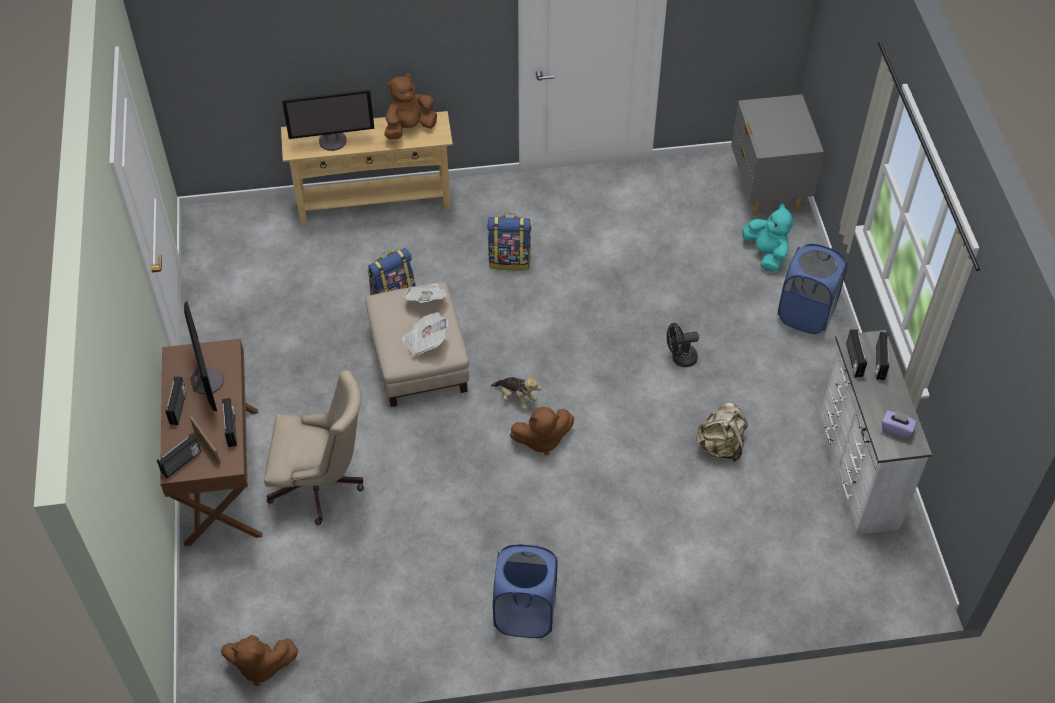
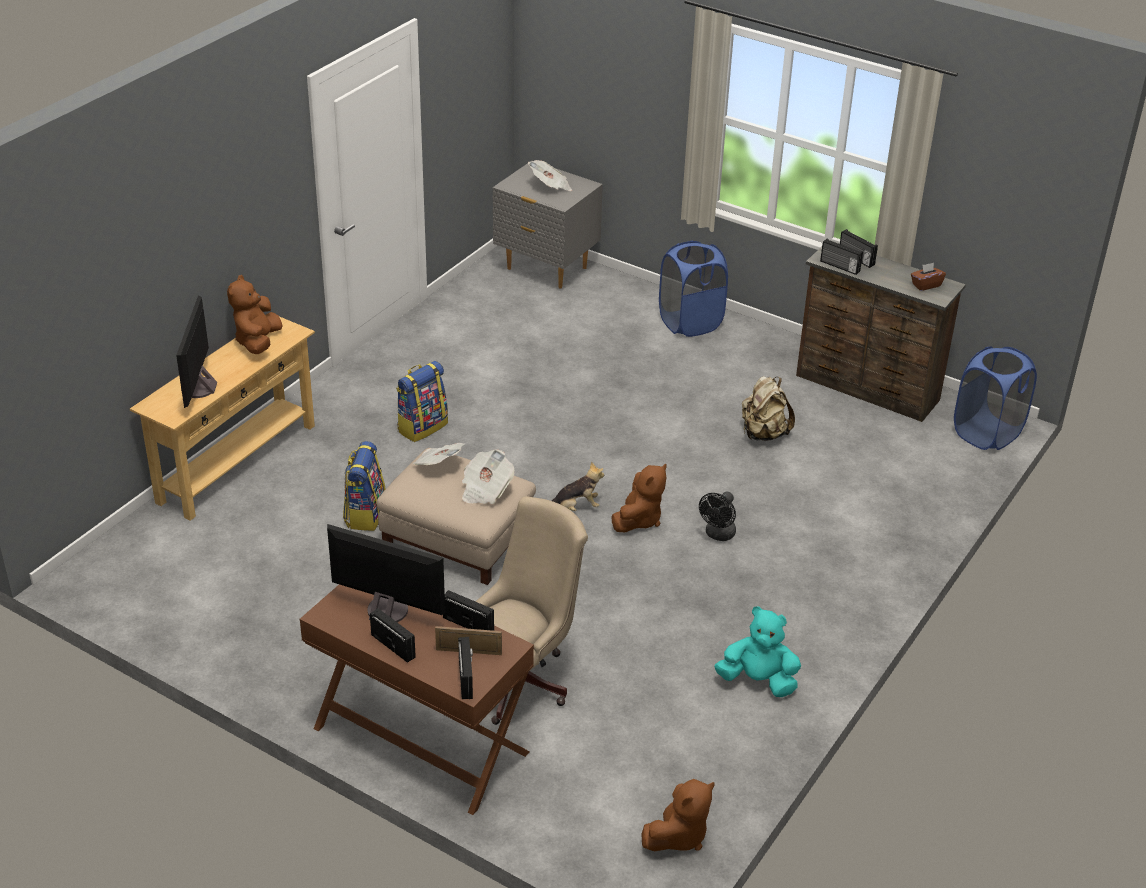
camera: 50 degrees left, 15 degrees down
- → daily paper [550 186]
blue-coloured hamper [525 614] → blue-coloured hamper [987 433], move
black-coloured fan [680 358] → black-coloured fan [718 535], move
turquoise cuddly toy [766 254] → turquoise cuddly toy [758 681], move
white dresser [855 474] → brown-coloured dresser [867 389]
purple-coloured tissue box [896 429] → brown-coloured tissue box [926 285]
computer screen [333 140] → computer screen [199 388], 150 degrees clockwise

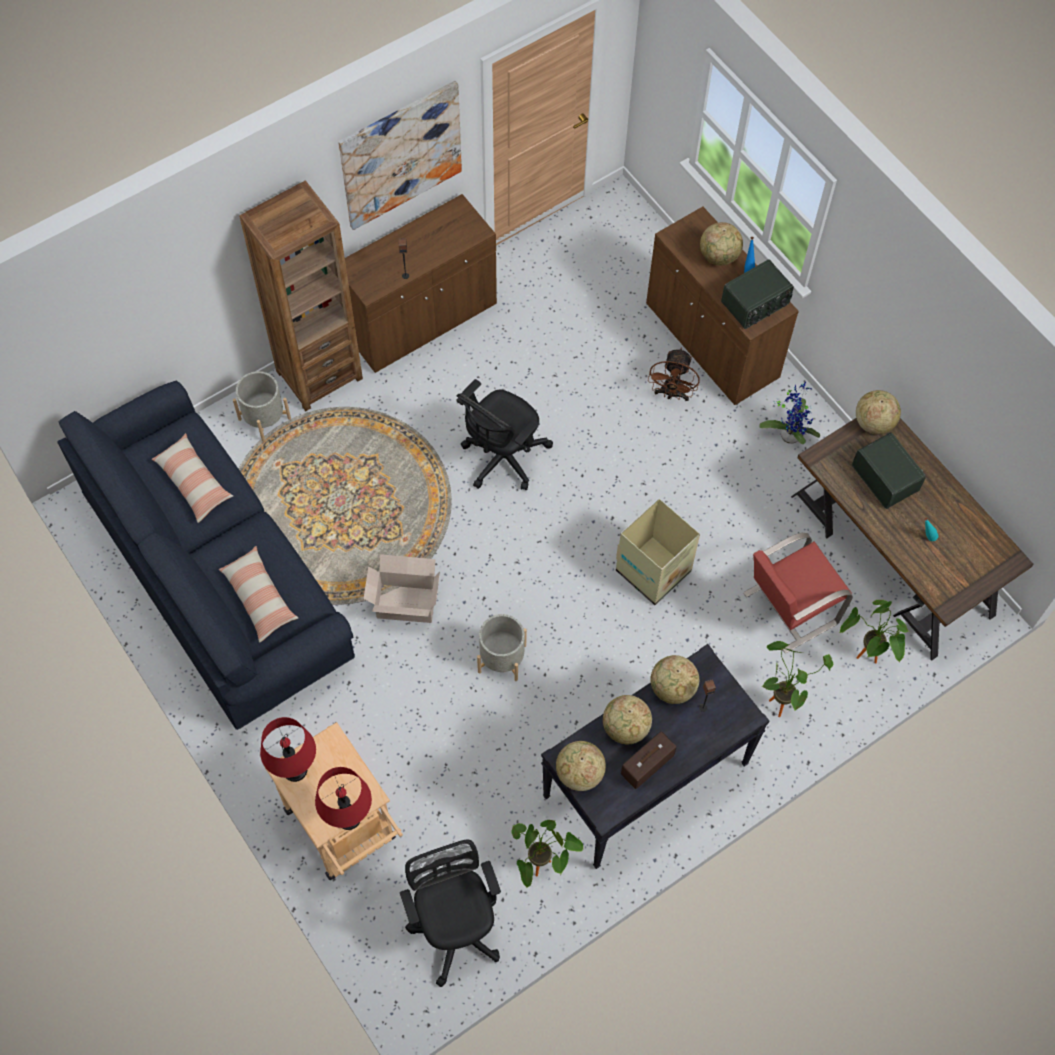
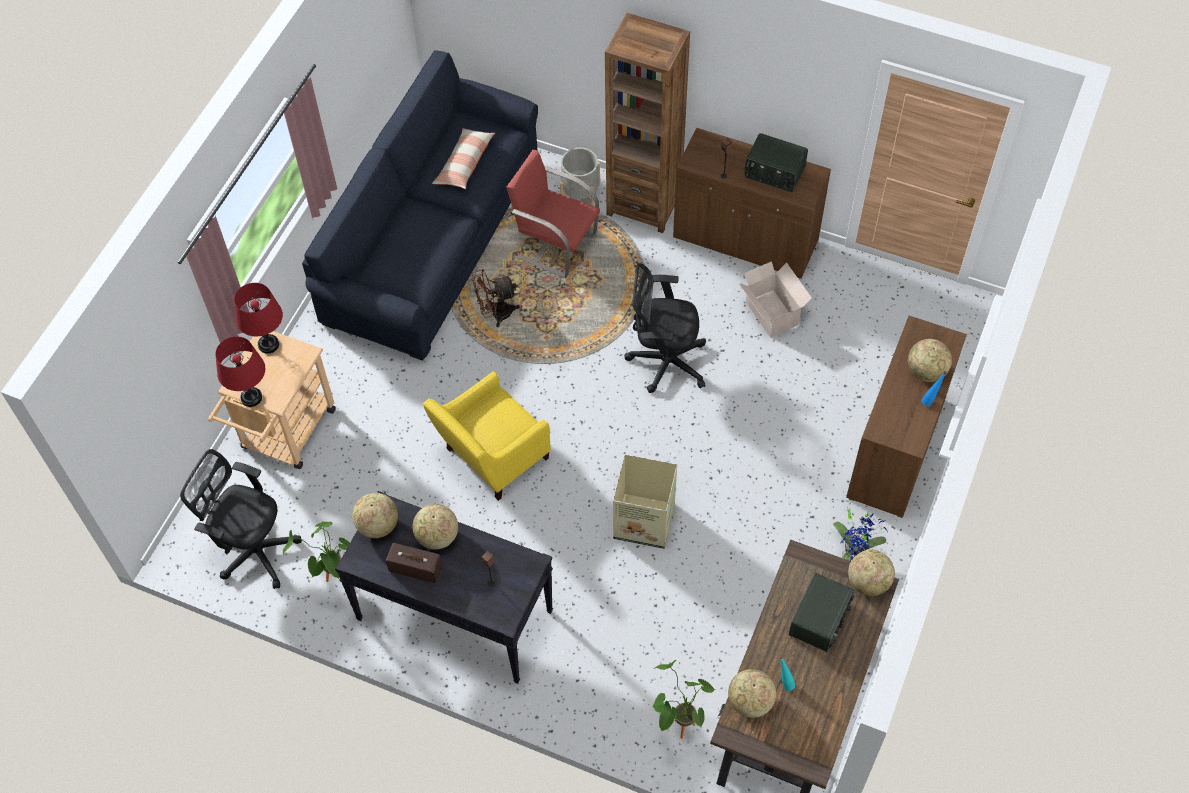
camera: 60 degrees right, 5 degrees down
pillow [259 598] → -
wall art [401 155] → -
plant in a pot [780 701] → -
packing box [404 603] → packing box [771 312], move
brown-coloured fan [671 394] → brown-coloured fan [496 314], move
world globe [672 688] → world globe [750 701], move
radio set [755 304] → radio set [774 173], move
red plain chair [788 608] → red plain chair [556 244], move
grey plant pot [502 658] → yellow-coloured easy chair [491 457]
black-coloured computer chair [455 926] → black-coloured computer chair [253 549], 105 degrees counterclockwise

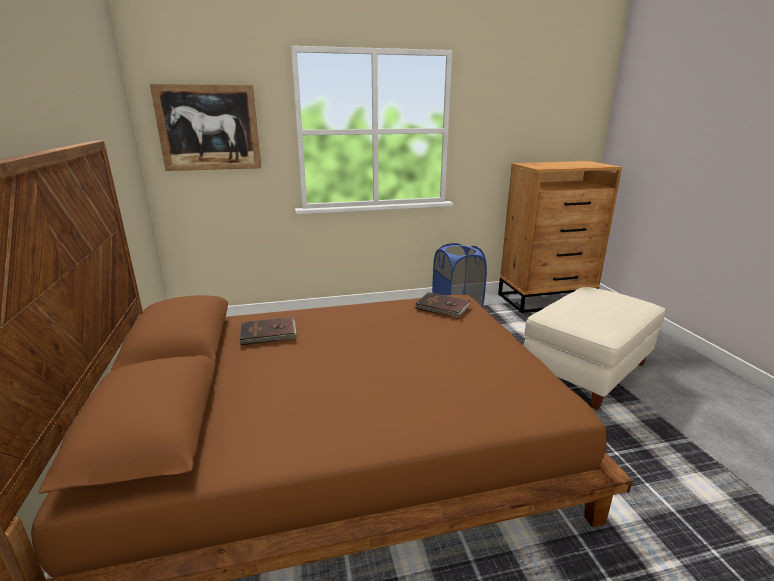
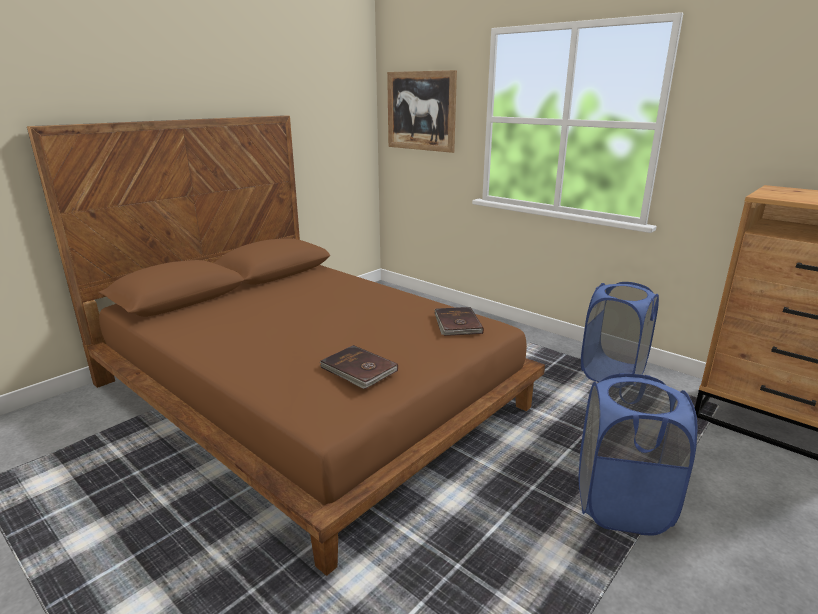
camera: 55 degrees right, 0 degrees up
brown-coloured volume [268 334] → brown-coloured volume [358 370], move
sand-coloured pouffe [585 370] → blue-coloured hamper [621 505]

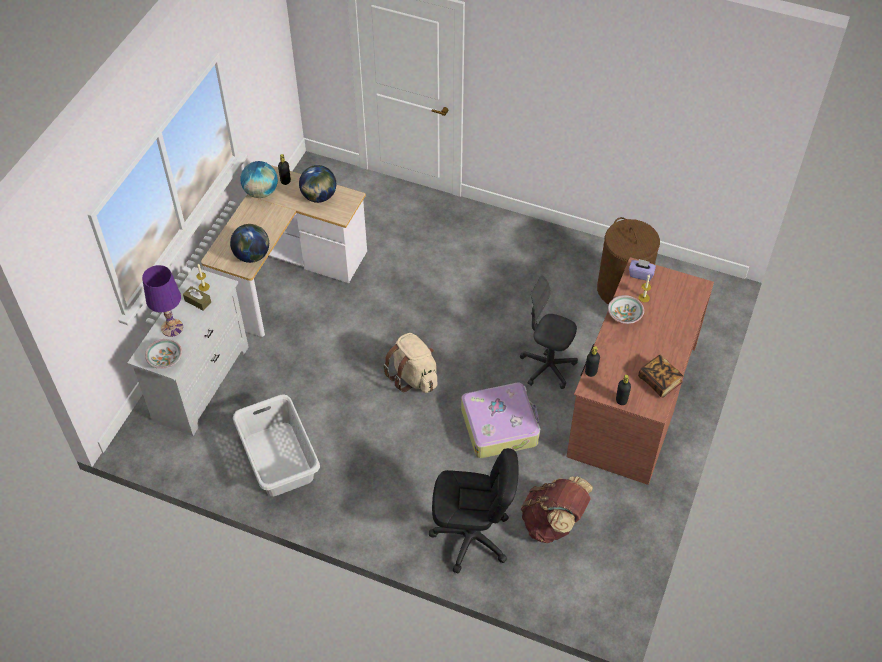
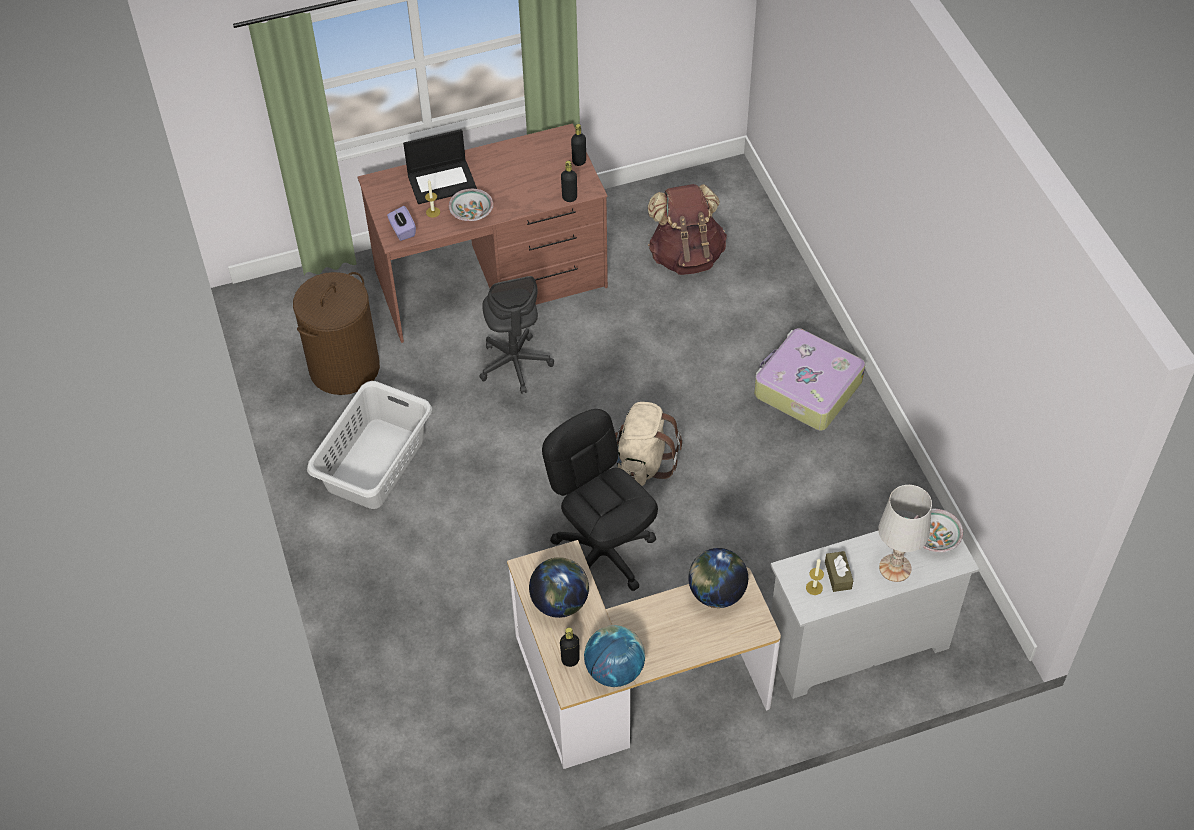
camera: 130 degrees left, 0 degrees up
volume [659 381] → -
- → portable computer [442 181]
grey hamper [279 458] → grey hamper [374 464], move
black-coloured computer chair [471 537] → black-coloured computer chair [603 553], move
piece of luggage [500 426] → piece of luggage [806 388], move
purple-coloured lamp for a table [172 328] → white lamp for a table [895 568]

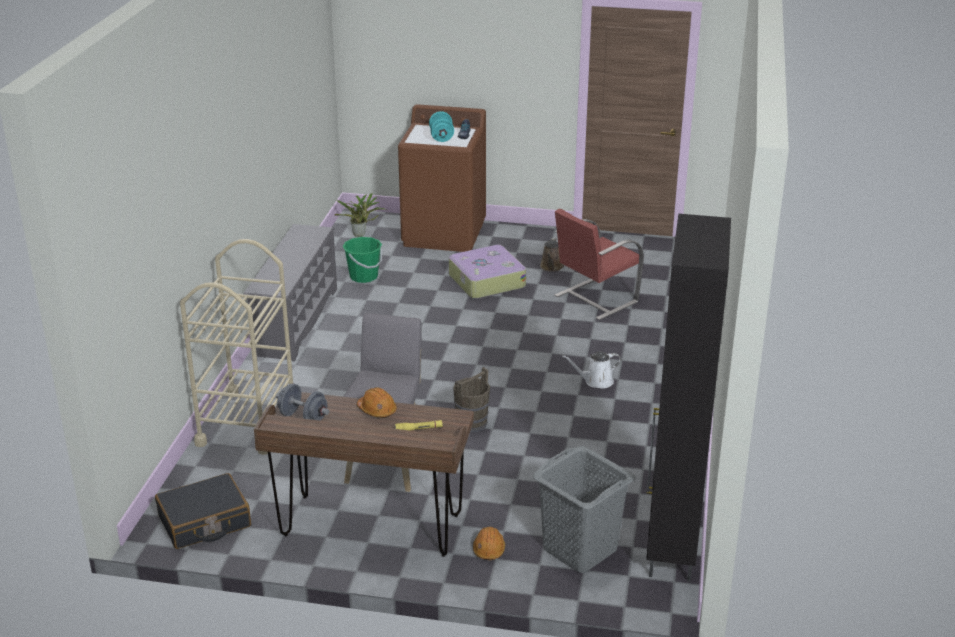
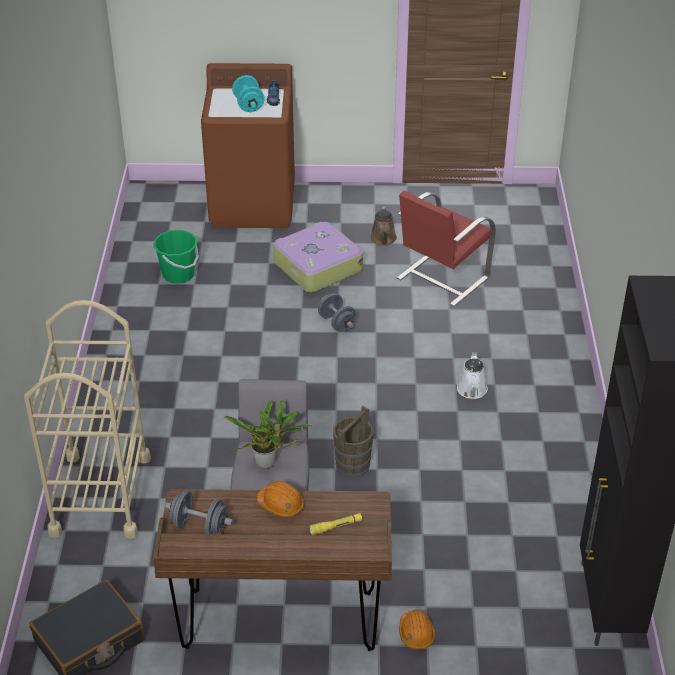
camera: 10 degrees left, 10 degrees up
grey shoe rack [295 321] → -
grey hamper [580 549] → -
- → grey hand weight [337 323]
plant in a pot [361 235] → plant in a pot [268 463], move
white watering can [596 381] → white watering can [472 391], 60 degrees counterclockwise

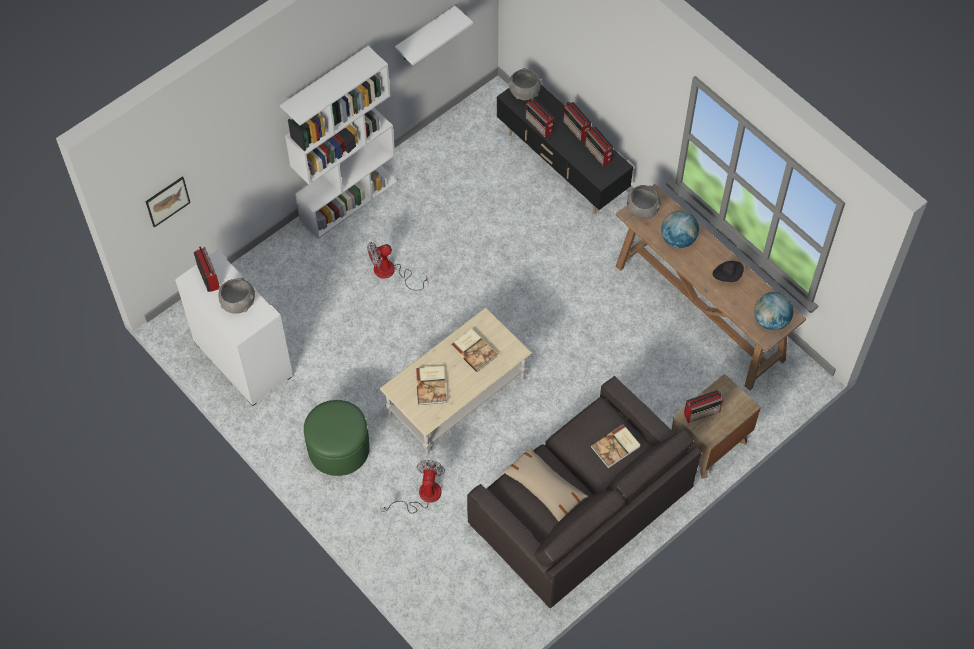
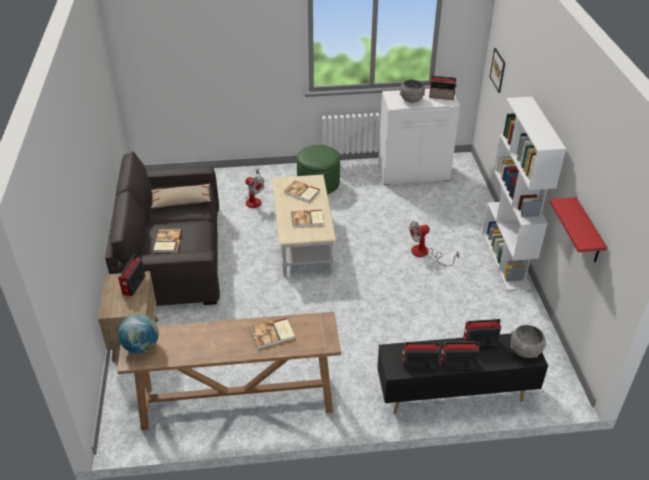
camera: 125 degrees right, 20 degrees down
grey deep dish [642 210] → -
black-coloured wearable hat [727 275] → -
world globe [678 239] → volume [272 334]
white wall shelf [425 35] → red wall shelf [587 232]
fan [391 273] → fan [425 253], 120 degrees counterclockwise

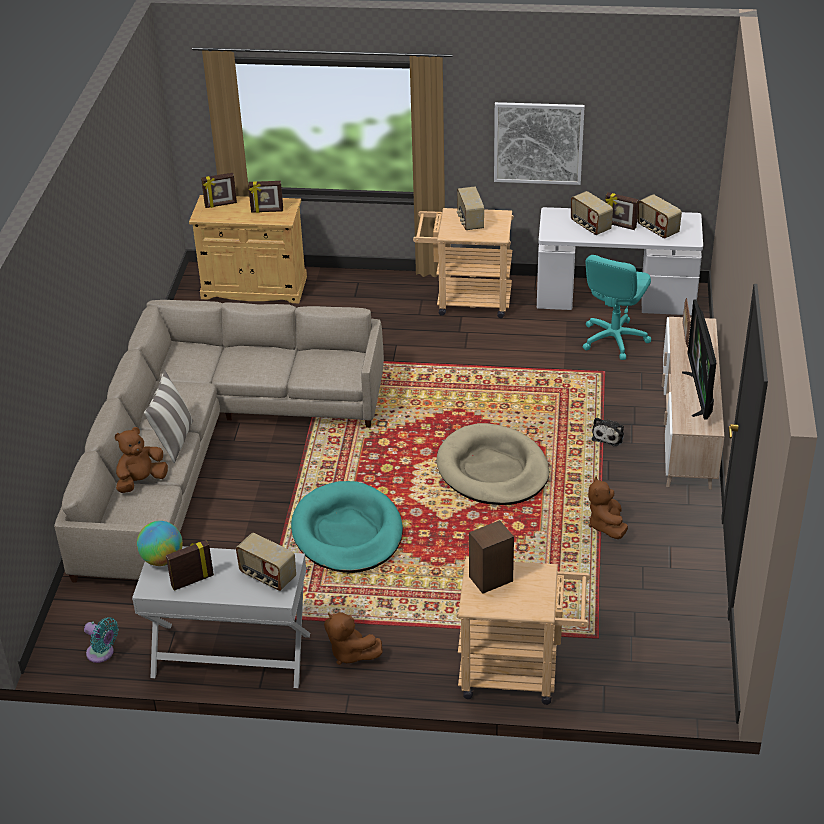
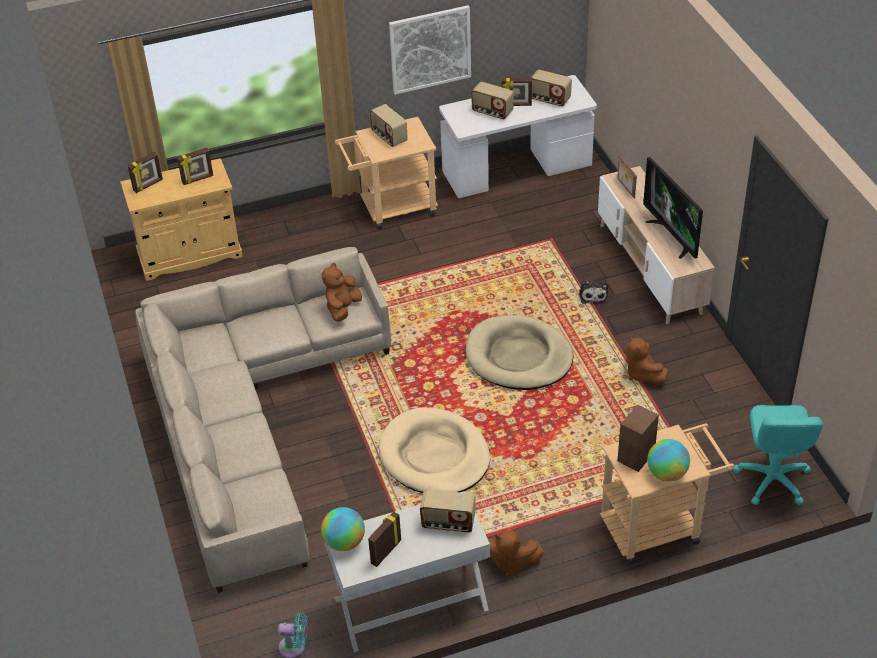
camera: 25 degrees left, 5 degrees up
pillow [173 440] → -
- → world globe [667 473]
brown-coloured cuddly toy [141 481] → brown-coloured cuddly toy [342 308], move
turquoise computer chair [614 339] → turquoise computer chair [772 479], move
turquoise pet bed [347 532] → sand-coloured pet bed [434 456]

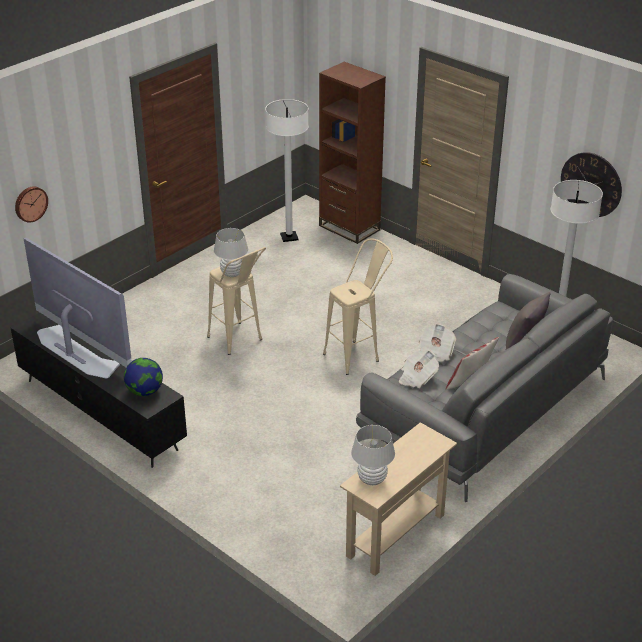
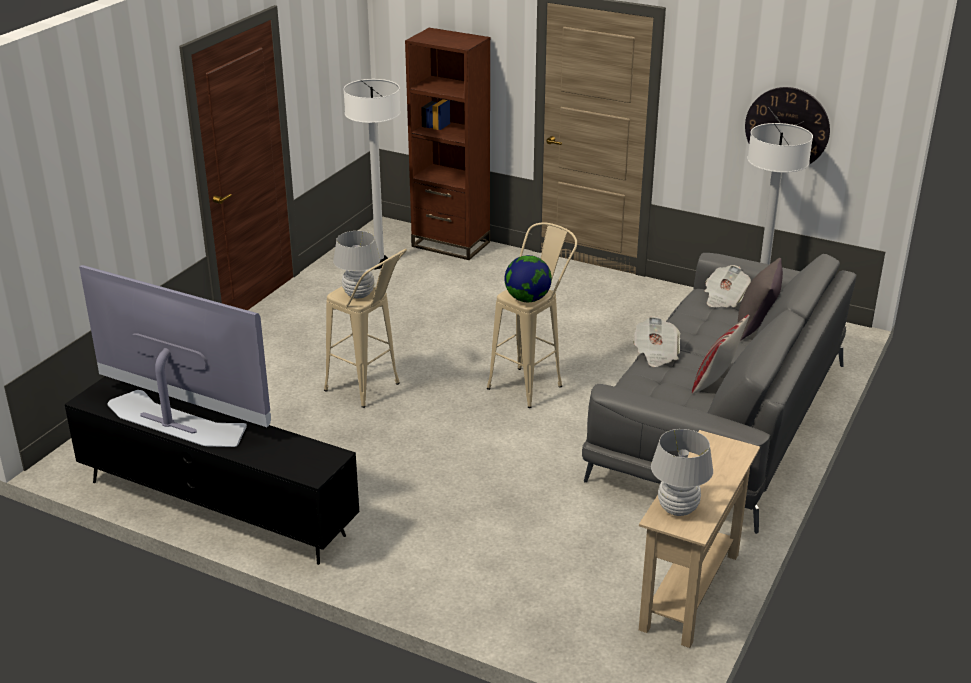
camera: 15 degrees left, 5 degrees down
hanging clock [30 203] → -
world globe [145 391] → world globe [527 299], move
daily paper [417 377] → daily paper [724 298], move

